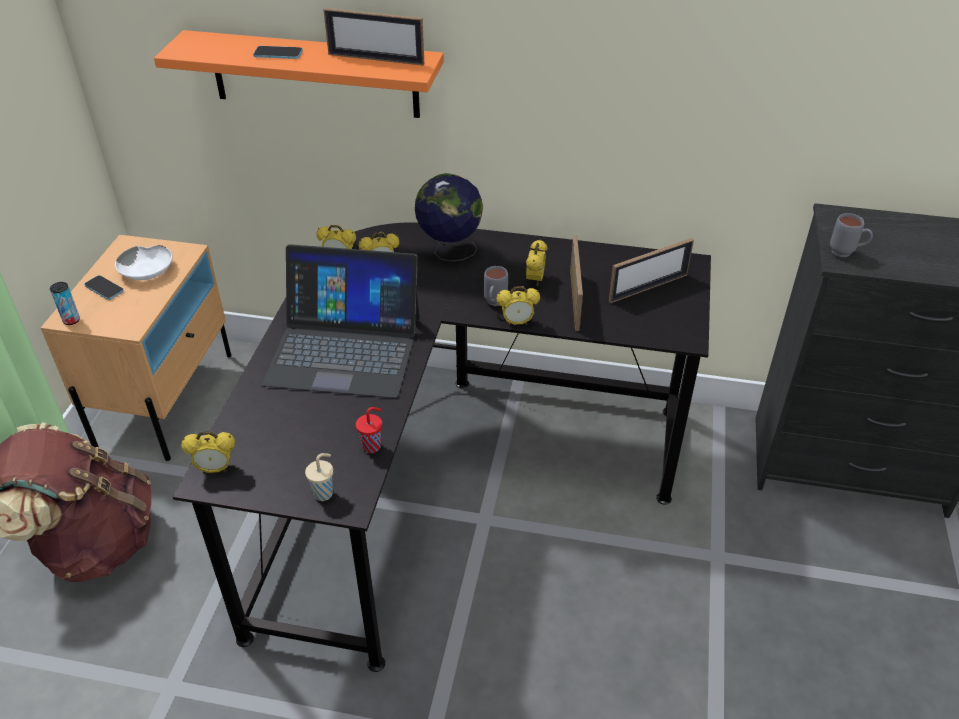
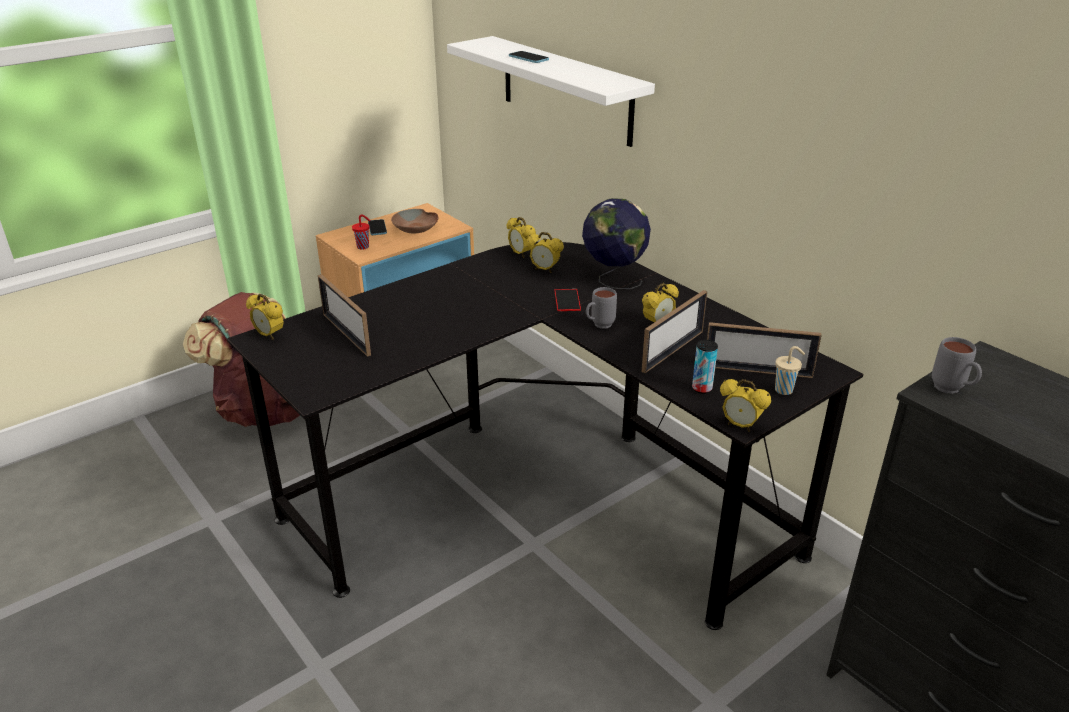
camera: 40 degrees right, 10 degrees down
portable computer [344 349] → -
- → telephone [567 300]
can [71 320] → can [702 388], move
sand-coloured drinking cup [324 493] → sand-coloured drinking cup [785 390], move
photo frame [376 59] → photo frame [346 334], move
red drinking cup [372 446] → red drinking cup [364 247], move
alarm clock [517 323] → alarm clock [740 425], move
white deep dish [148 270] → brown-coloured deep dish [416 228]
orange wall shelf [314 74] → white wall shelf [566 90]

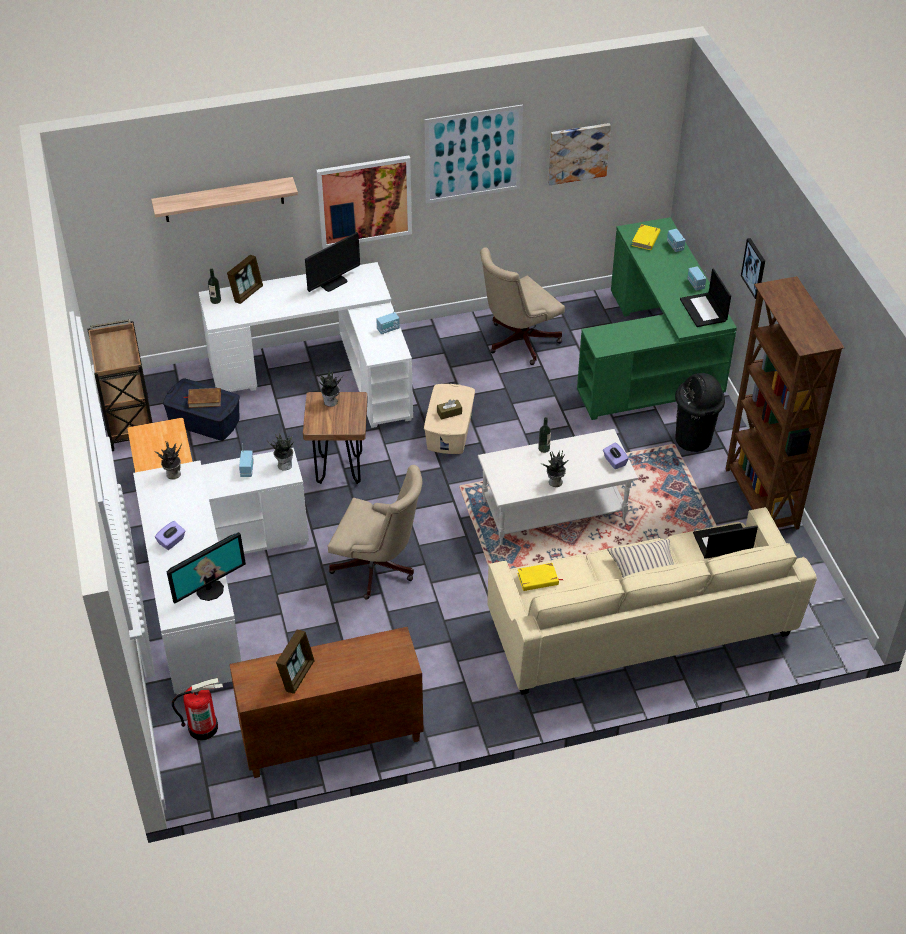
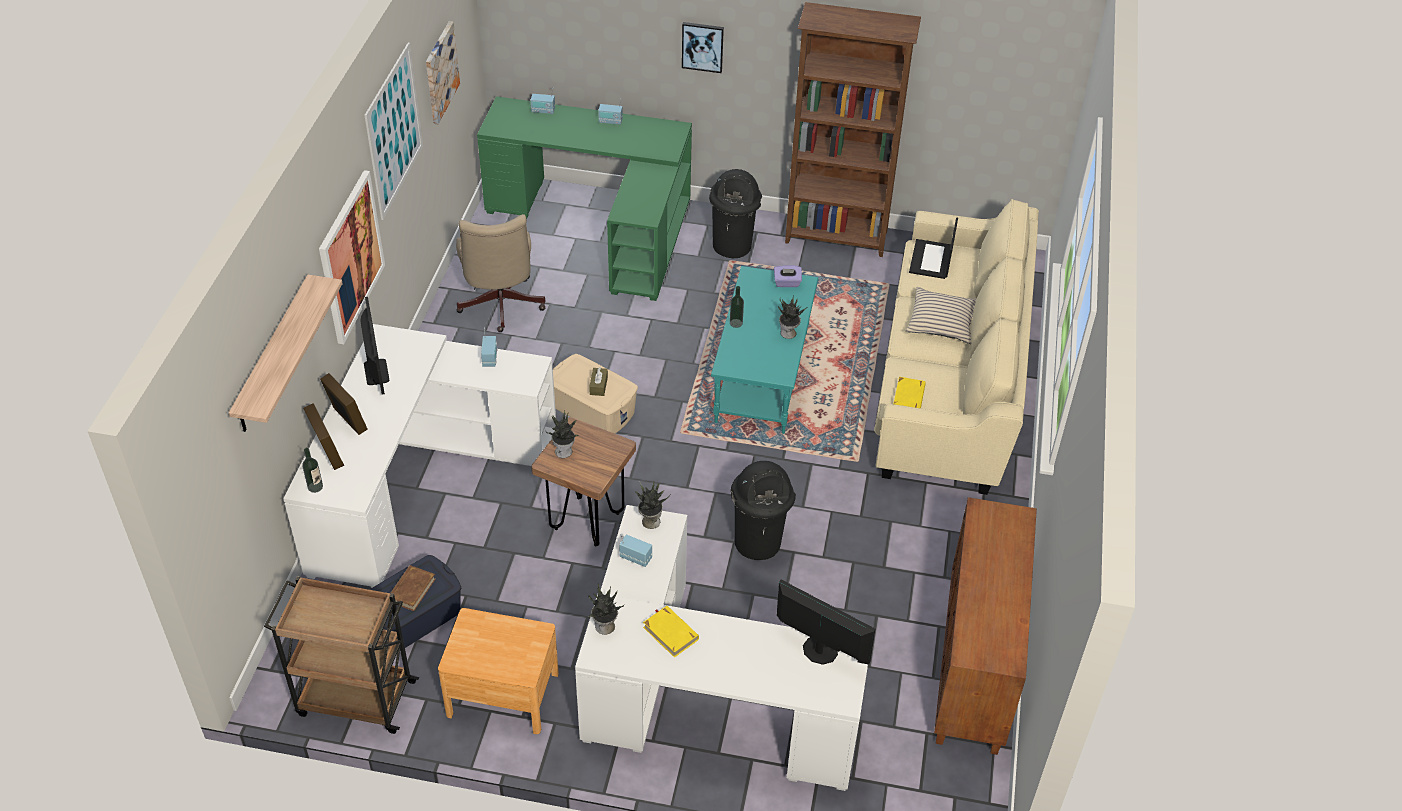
camera: 65 degrees left, 0 degrees up
purple-coloured tissue box [171 541] → -
fire-fighting cylinder [203 727] → -
portable computer [704 310] → -
photo frame [297 675] → photo frame [347 421], move
yellow-coloured volume [646 239] → yellow-coloured volume [670 633], move
sand-coloured computer chair [378 569] → black-coloured rubbish bin [758 542]
white coffee table [553 511] → turquoise coffee table [763 377]
computer screen [210 589] → computer screen [819 650], 45 degrees counterclockwise

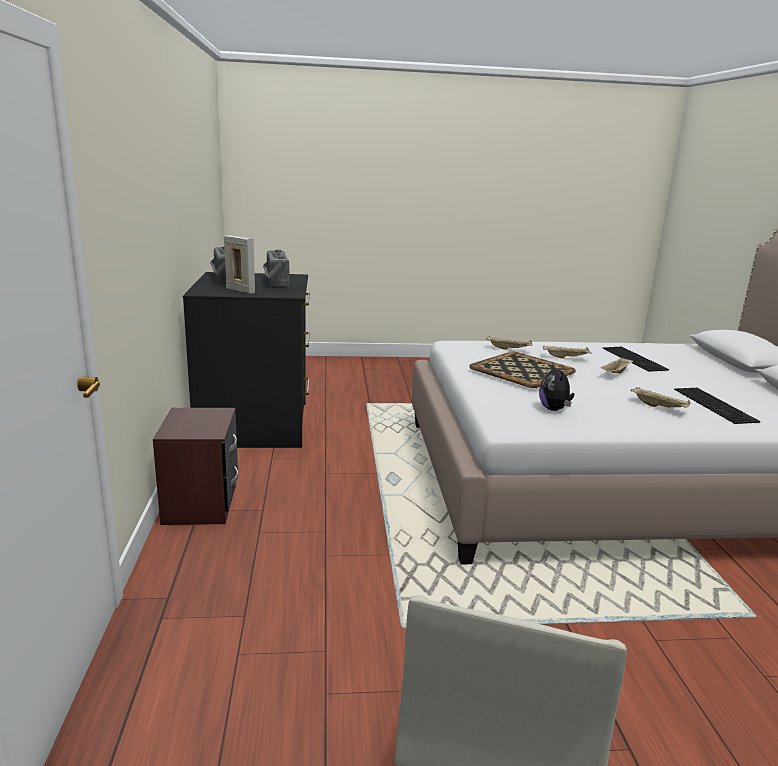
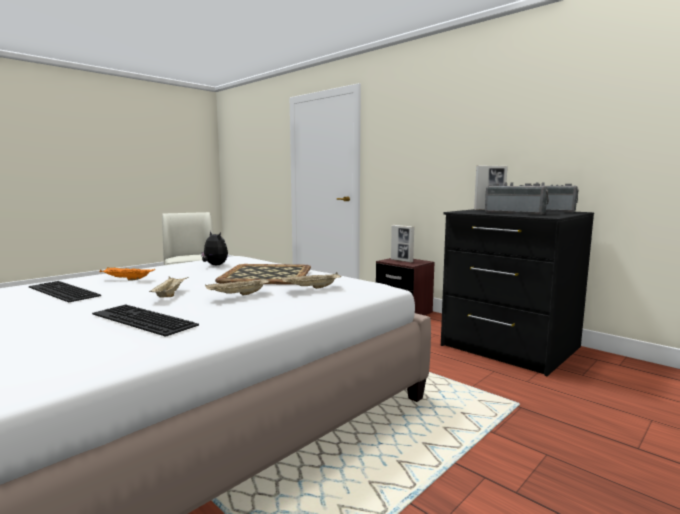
camera: 140 degrees right, 10 degrees down
- → photo frame [402 260]
sand-coloured serving tray [659 407] → orange serving tray [127 280]

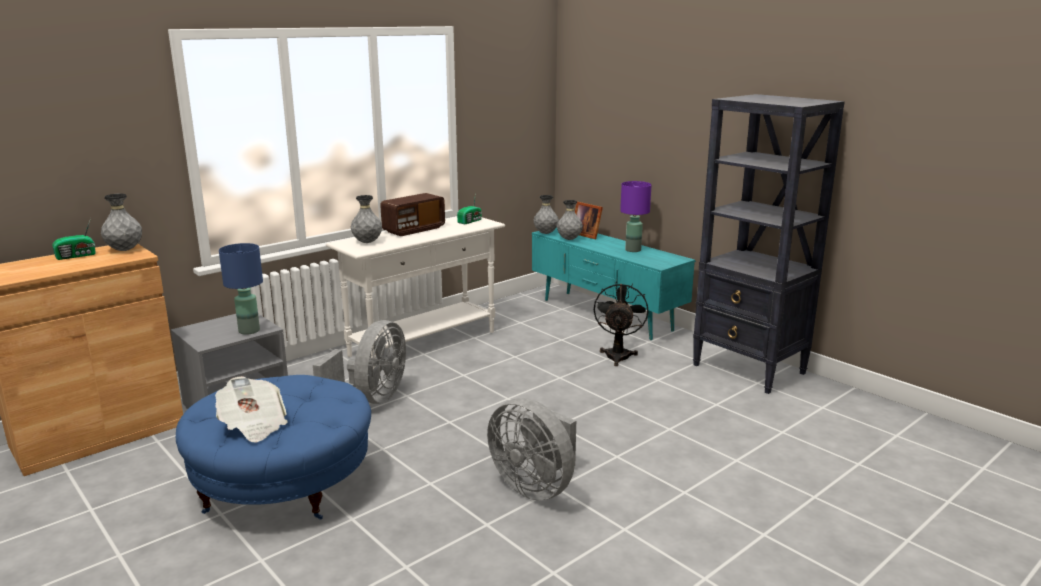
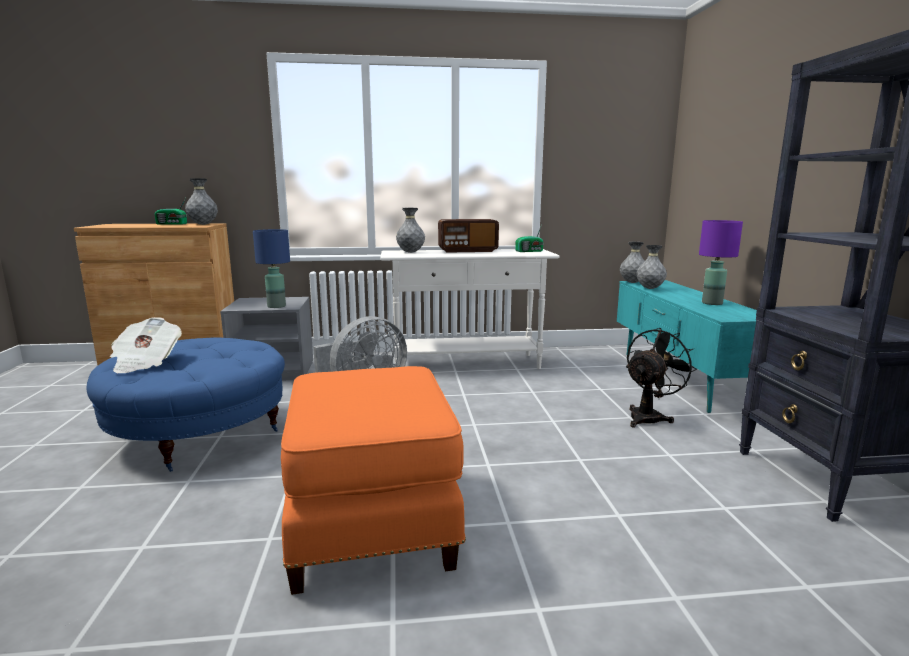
camera: 35 degrees right, 5 degrees down
photo frame [586 235] → -
grey fan [535 486] → orange pouffe [373 519]

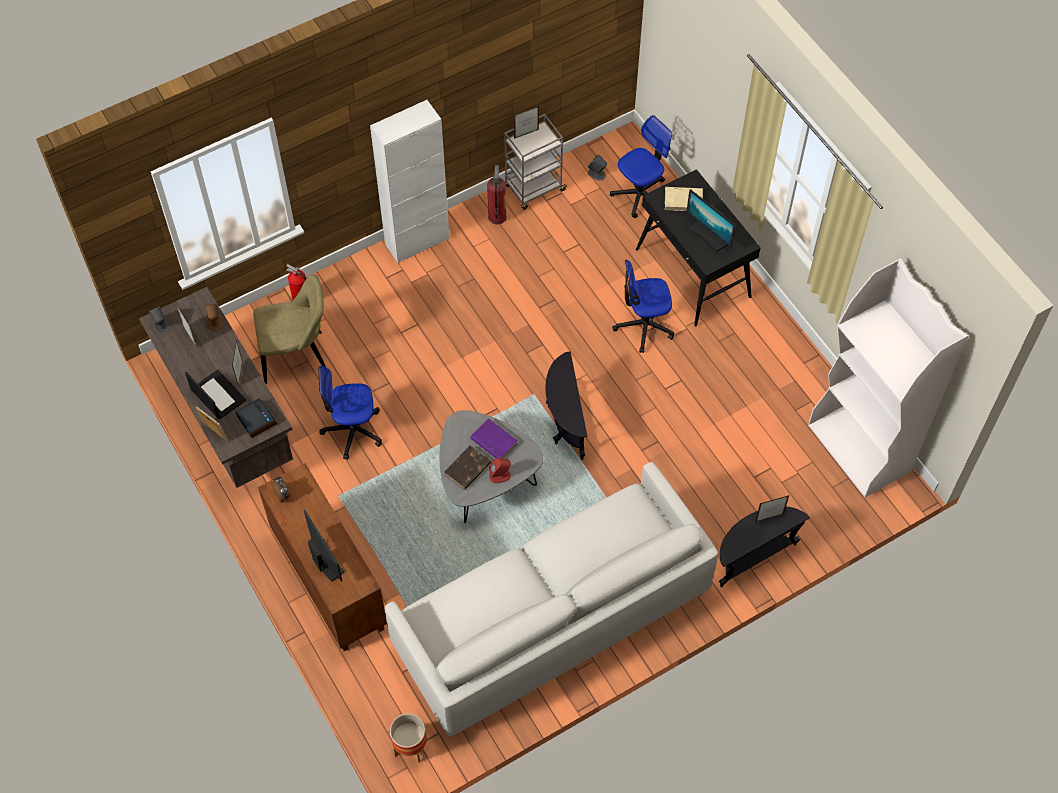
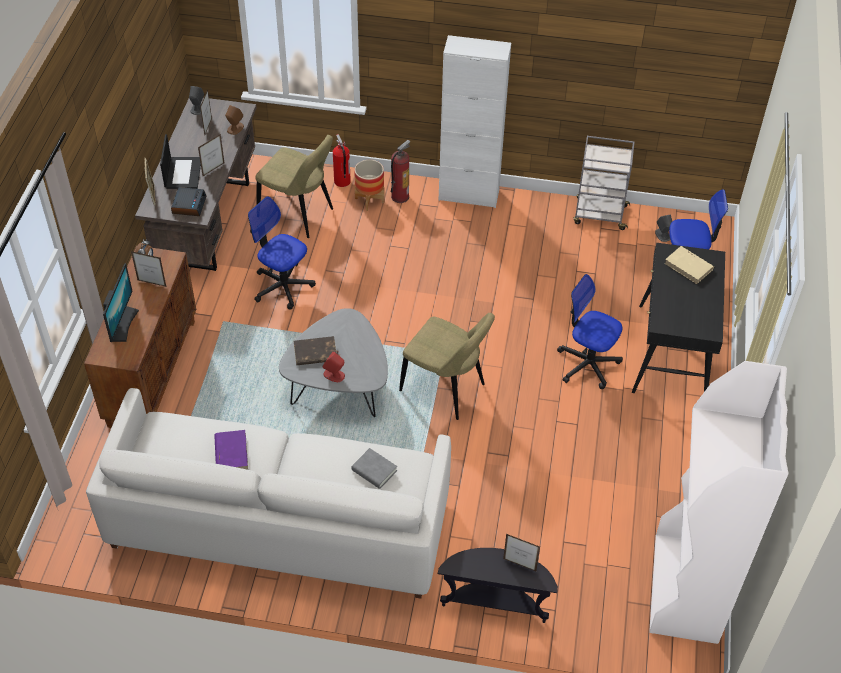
camera: 40 degrees right, 10 degrees down
computer screen [709 235] → -
- → grey volume [374 471]
plant pot [410 747] → plant pot [369 200], move
purple-coloured volume [493 441] → purple-coloured volume [231 452], move
fire-fighting cylinder [497 217] → fire-fighting cylinder [400 196], move
photo frame [526 134] → photo frame [152 283], move
black-coloured accent table [564 423] → sand-coloured plain chair [446 389]

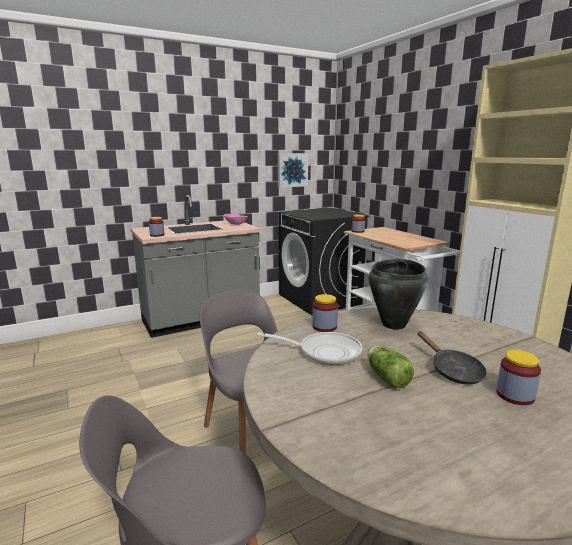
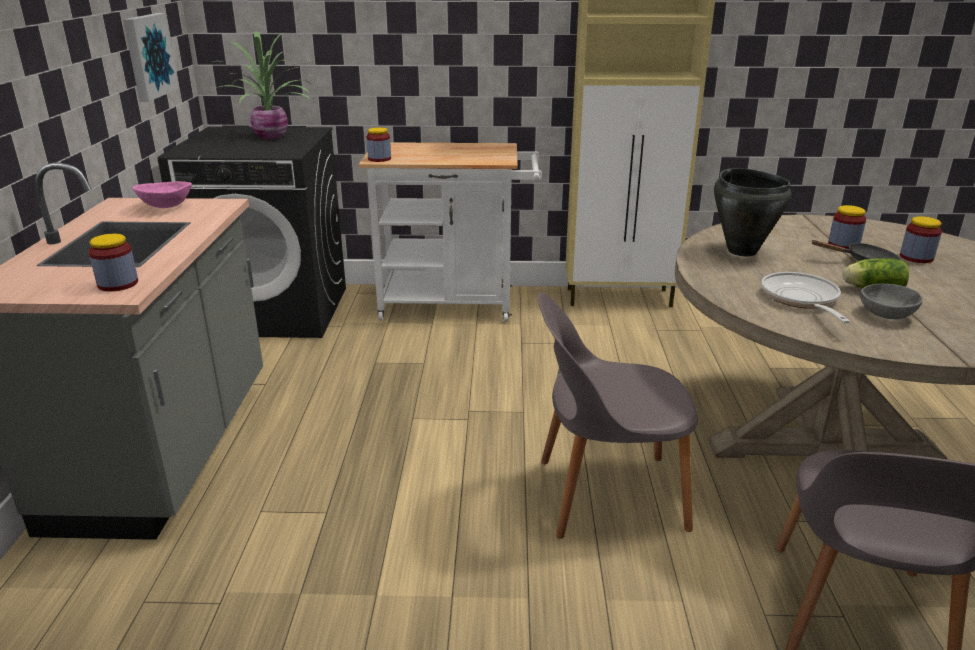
camera: 60 degrees left, 10 degrees up
- → plant in a pot [273 136]
- → grey deep dish [886 315]
storage jar [324 327] → storage jar [843 245], move
skillet [324 352] → skillet [801 300], 45 degrees counterclockwise

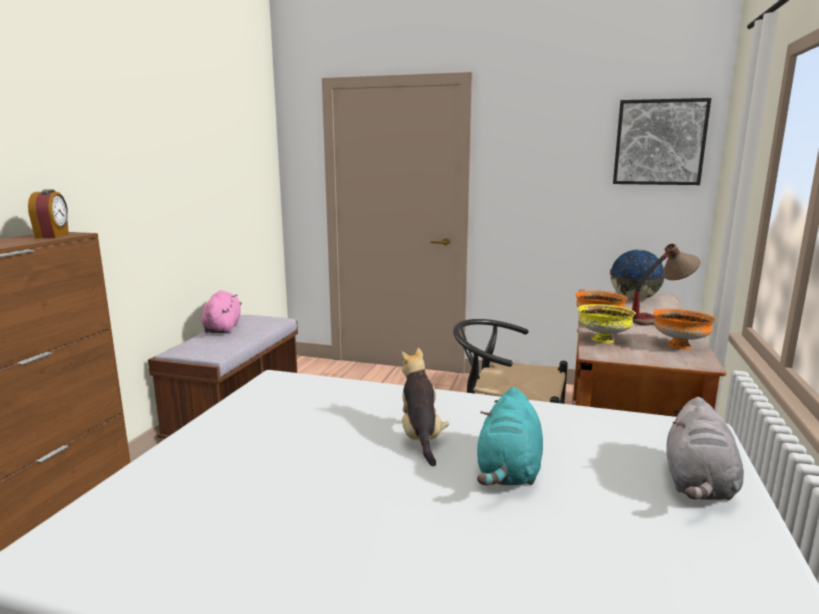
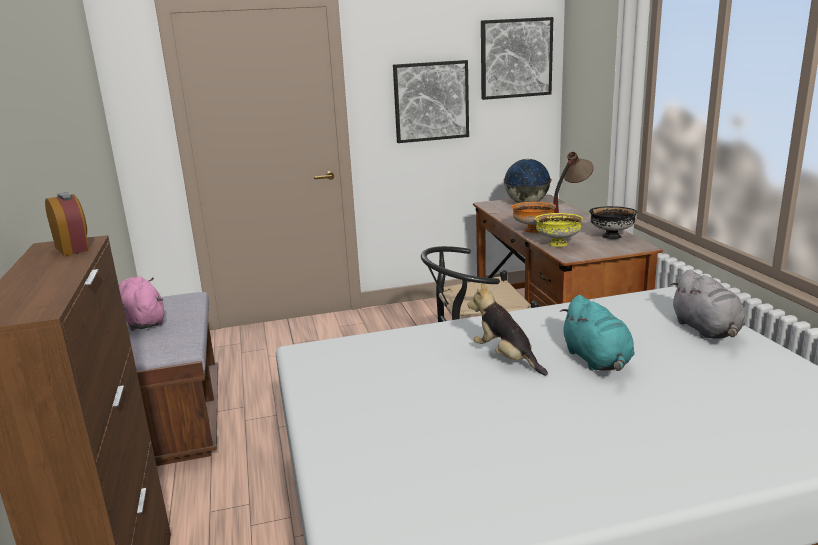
camera: 30 degrees left, 5 degrees up
- → wall art [431 101]
orange deep dish [679 346] → black-coloured deep dish [611 236]

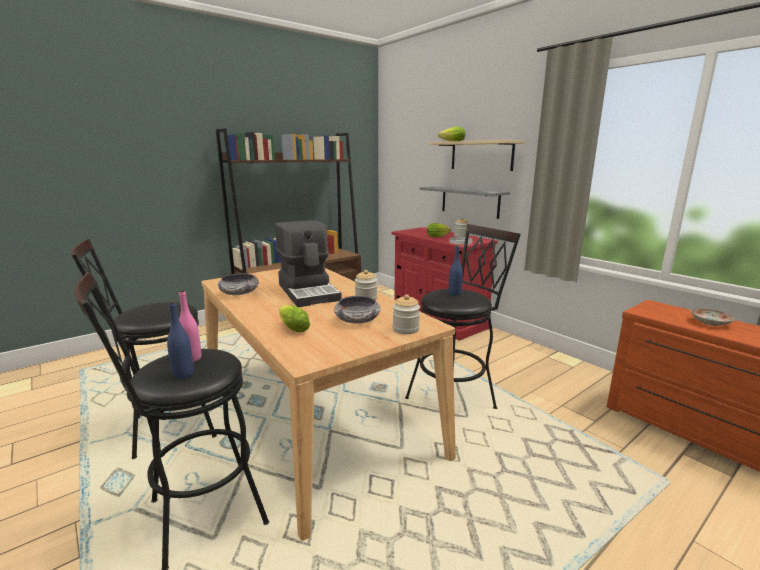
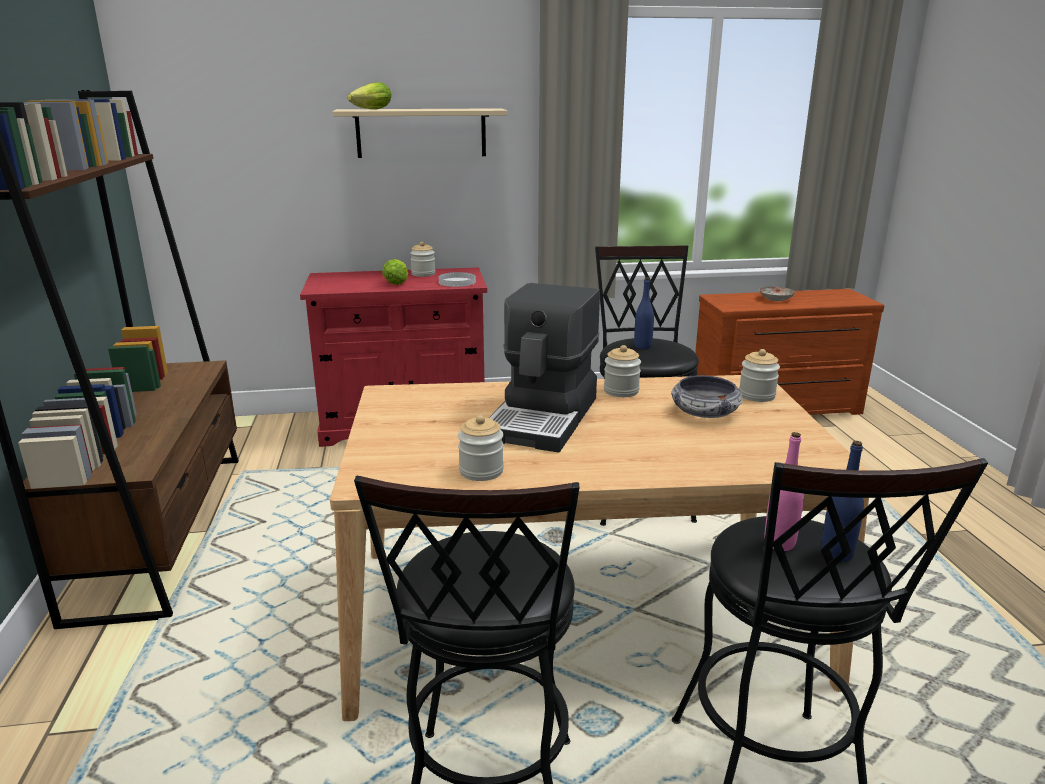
camera: 60 degrees left, 5 degrees up
lettuce [292 327] → -
grey wall shelf [470 201] → -
deep dish [239 293] → storage jar [481 471]
coffee maker [309 292] → coffee maker [544 418], 105 degrees clockwise

